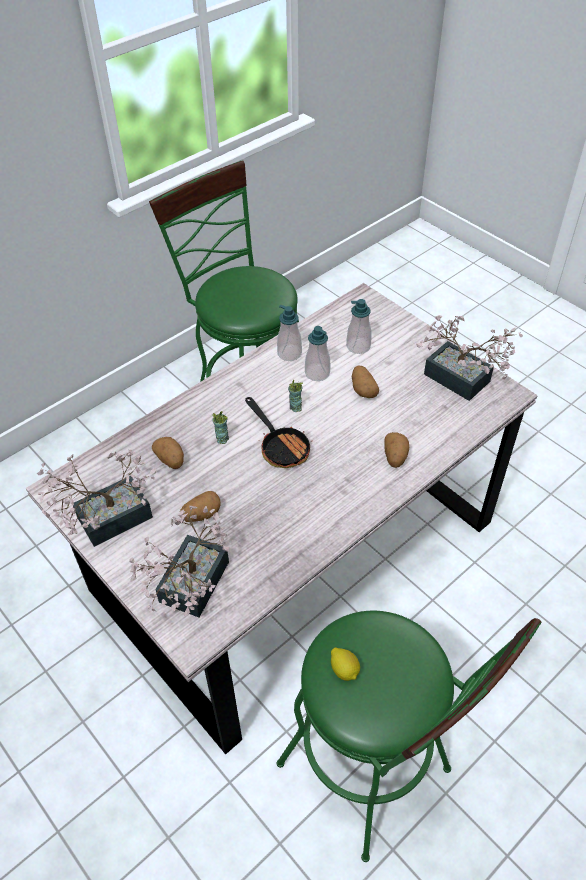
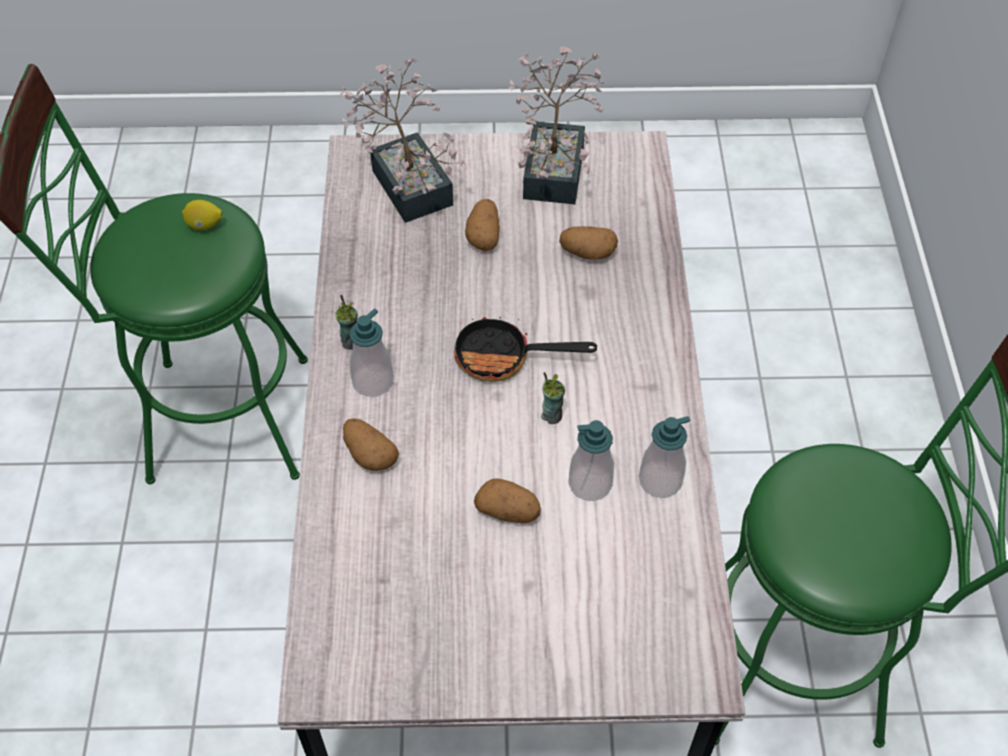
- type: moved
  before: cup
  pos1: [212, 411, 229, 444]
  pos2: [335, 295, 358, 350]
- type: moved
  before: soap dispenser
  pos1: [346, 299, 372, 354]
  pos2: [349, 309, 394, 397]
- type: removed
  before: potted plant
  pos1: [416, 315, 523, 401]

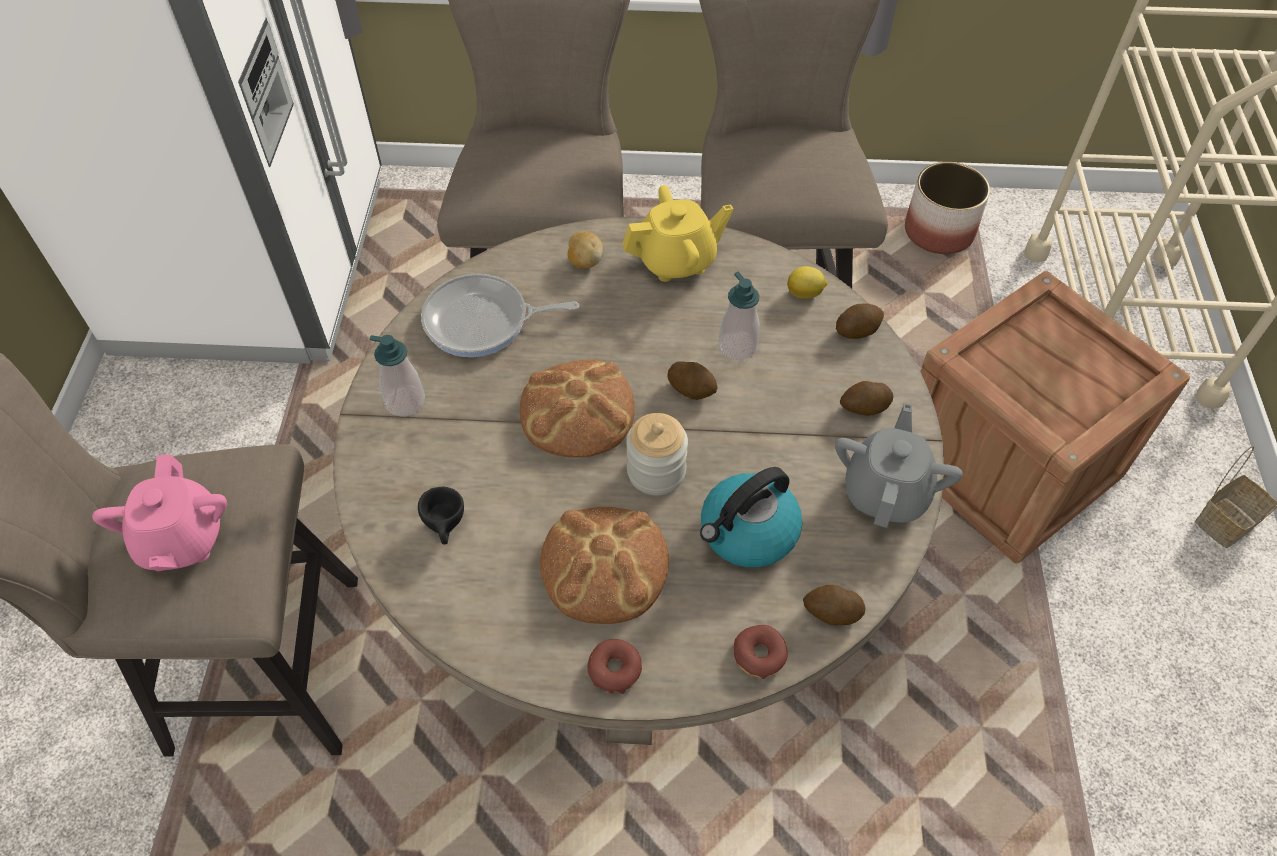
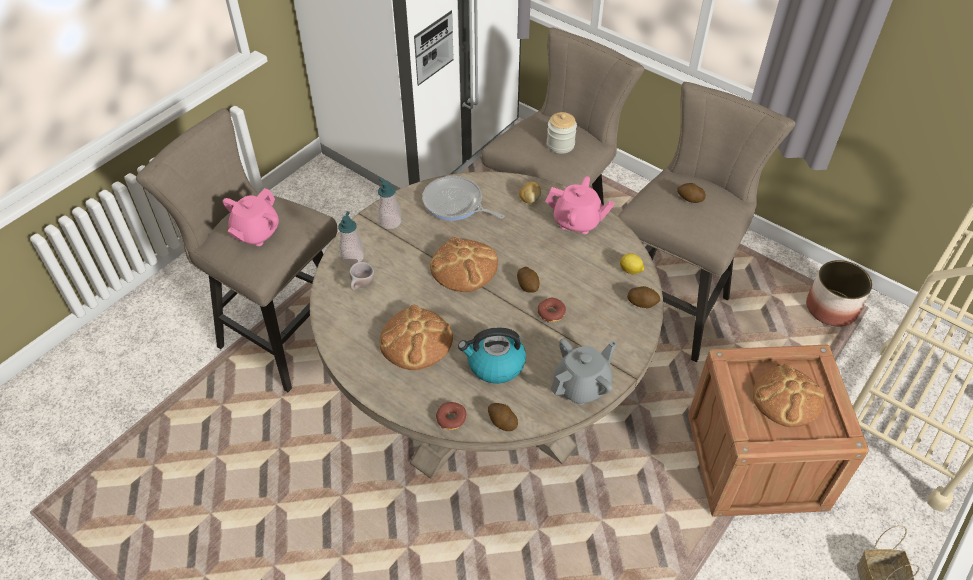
- type: moved
  before: soap dispenser
  pos1: [719, 271, 759, 360]
  pos2: [338, 211, 364, 265]
- type: recoloured
  before: black cup
  after: beige cup
  pos1: [418, 487, 464, 545]
  pos2: [349, 262, 374, 290]
- type: moved
  before: donut
  pos1: [588, 639, 642, 694]
  pos2: [538, 298, 566, 323]
- type: recoloured
  before: yellow teapot
  after: pink teapot
  pos1: [622, 185, 733, 282]
  pos2: [545, 176, 615, 234]
- type: moved
  before: jar
  pos1: [626, 413, 688, 495]
  pos2: [547, 112, 577, 154]
- type: moved
  before: potato
  pos1: [840, 381, 893, 416]
  pos2: [677, 183, 706, 203]
- type: added
  after: bread
  pos2: [753, 363, 825, 427]

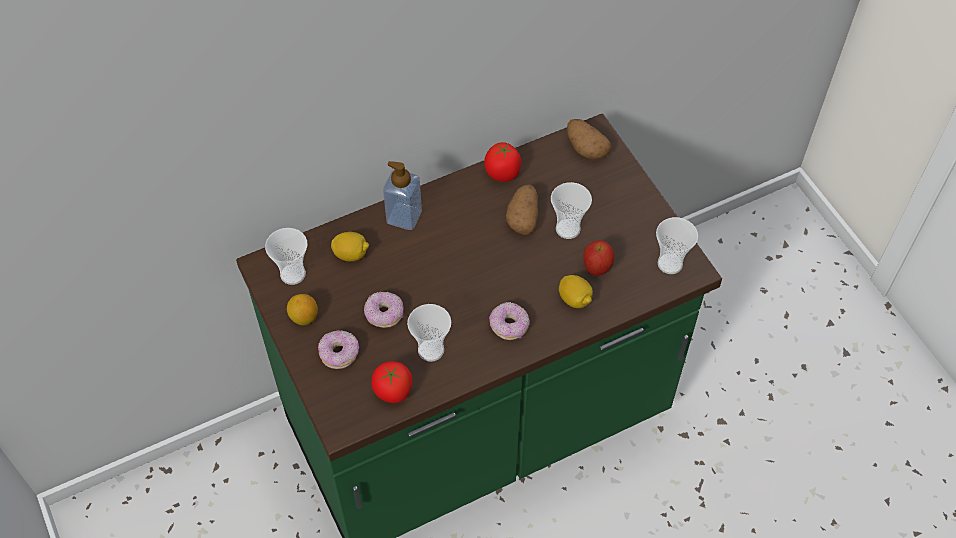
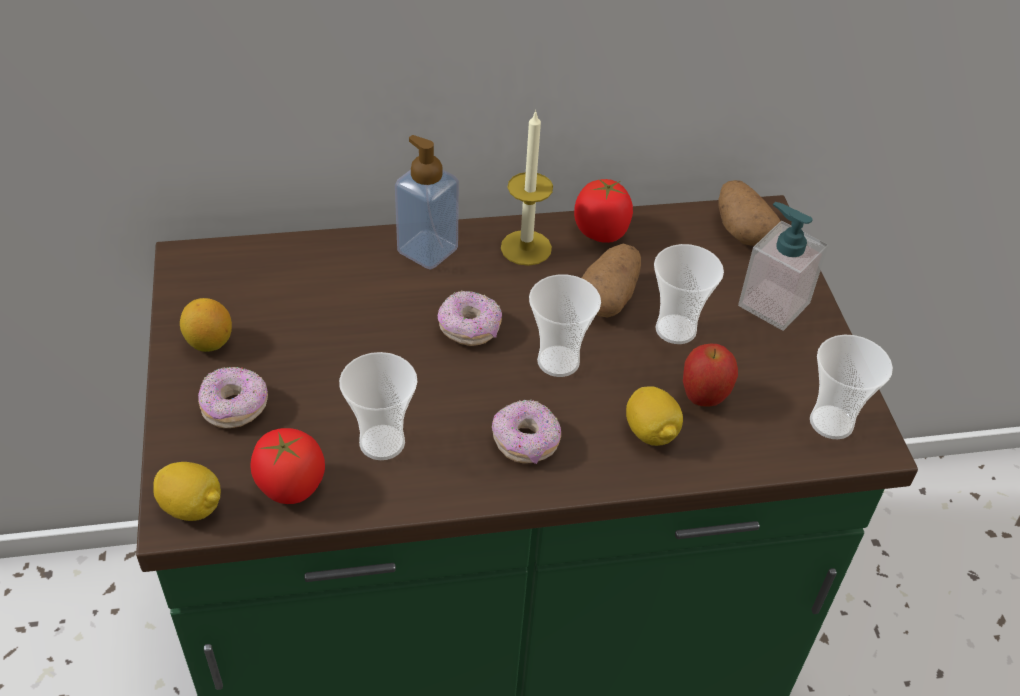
- type: moved
  before: lemon
  pos1: [331, 232, 369, 261]
  pos2: [153, 462, 221, 521]
- type: moved
  before: donut
  pos1: [364, 292, 404, 328]
  pos2: [438, 290, 502, 346]
- type: added
  after: candle
  pos2: [501, 110, 553, 266]
- type: moved
  before: cup
  pos1: [265, 228, 307, 285]
  pos2: [529, 275, 601, 377]
- type: added
  after: soap dispenser
  pos2: [738, 202, 828, 331]

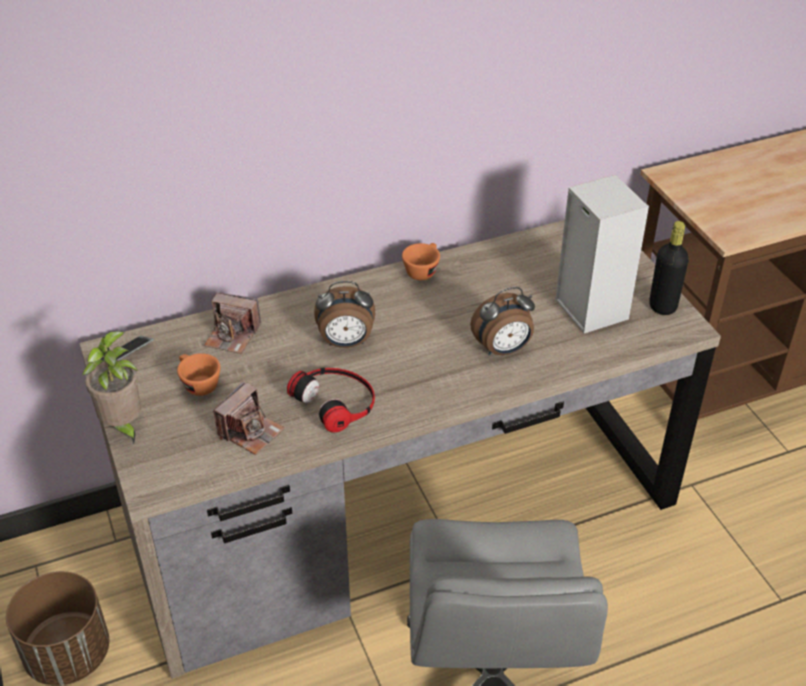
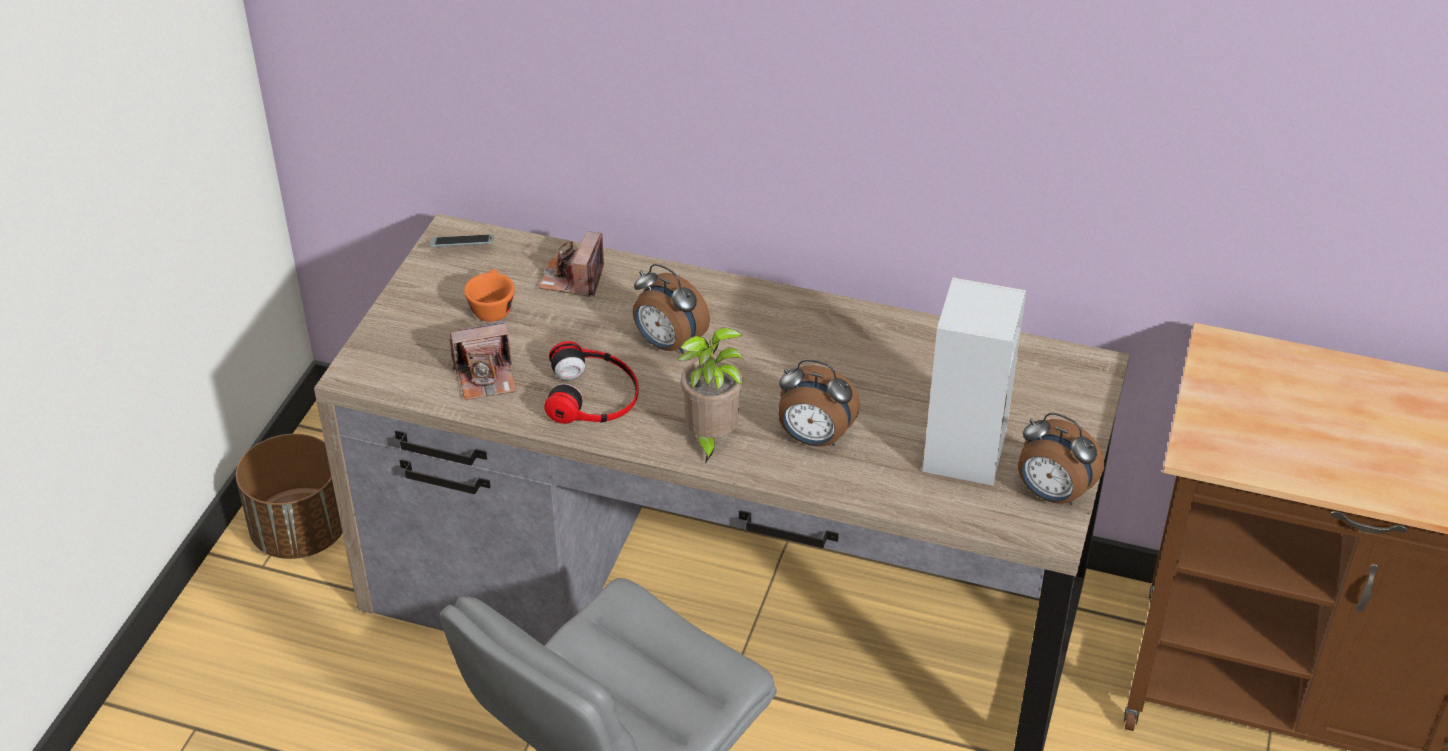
- type: turned
  before: photo camera
  pos1: [204, 293, 261, 354]
  pos2: [538, 231, 604, 297]
  turn: 45
- type: moved
  before: potted plant
  pos1: [82, 331, 141, 444]
  pos2: [677, 328, 744, 464]
- type: replaced
  before: black bottle
  after: alarm clock
  pos1: [649, 221, 689, 315]
  pos2: [1018, 413, 1105, 505]
- type: removed
  before: orange cup
  pos1: [402, 243, 440, 280]

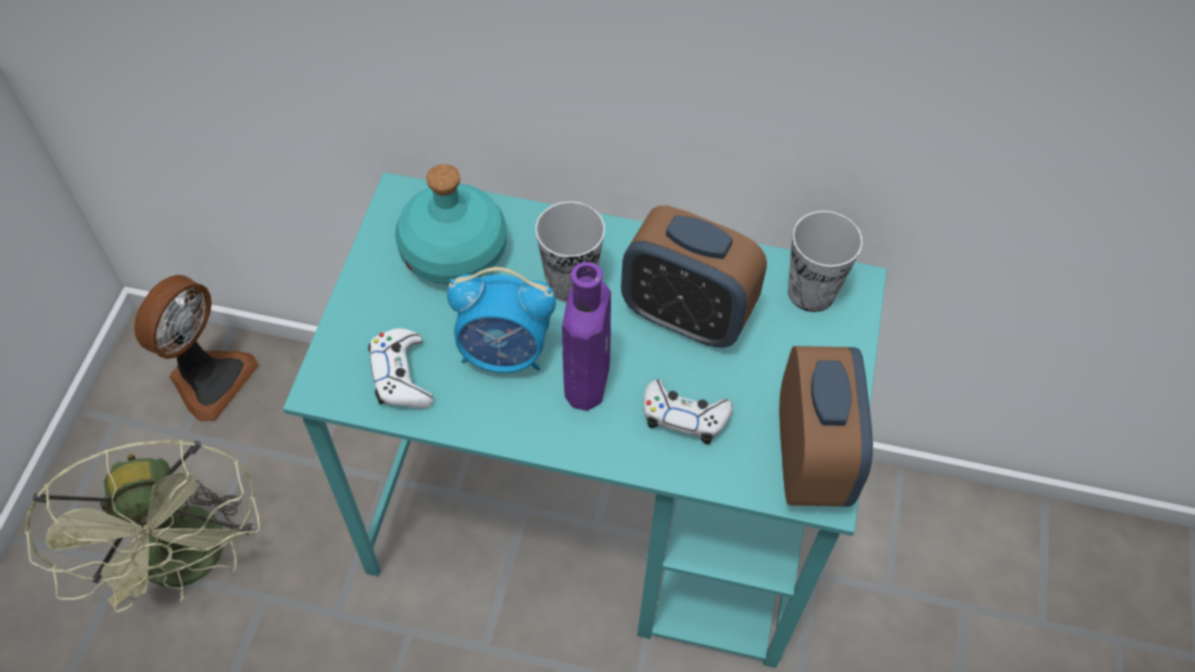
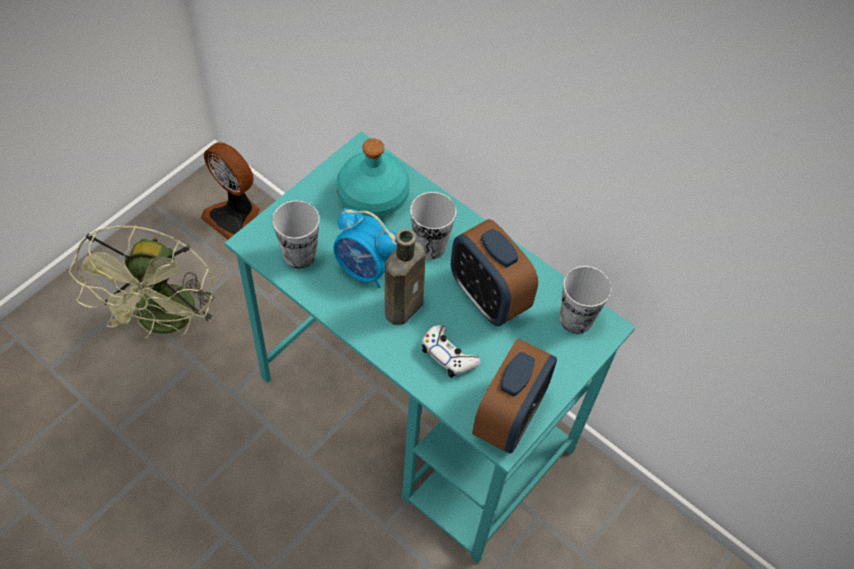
- type: turned
  before: fan
  pos1: [134, 275, 259, 422]
  pos2: [201, 142, 260, 240]
  turn: 75
- type: replaced
  before: white game controller
  after: cup
  pos1: [368, 328, 433, 409]
  pos2: [272, 201, 320, 269]
- type: recoloured
  before: purple bottle
  after: brown bottle
  pos1: [562, 262, 611, 411]
  pos2: [385, 229, 426, 325]

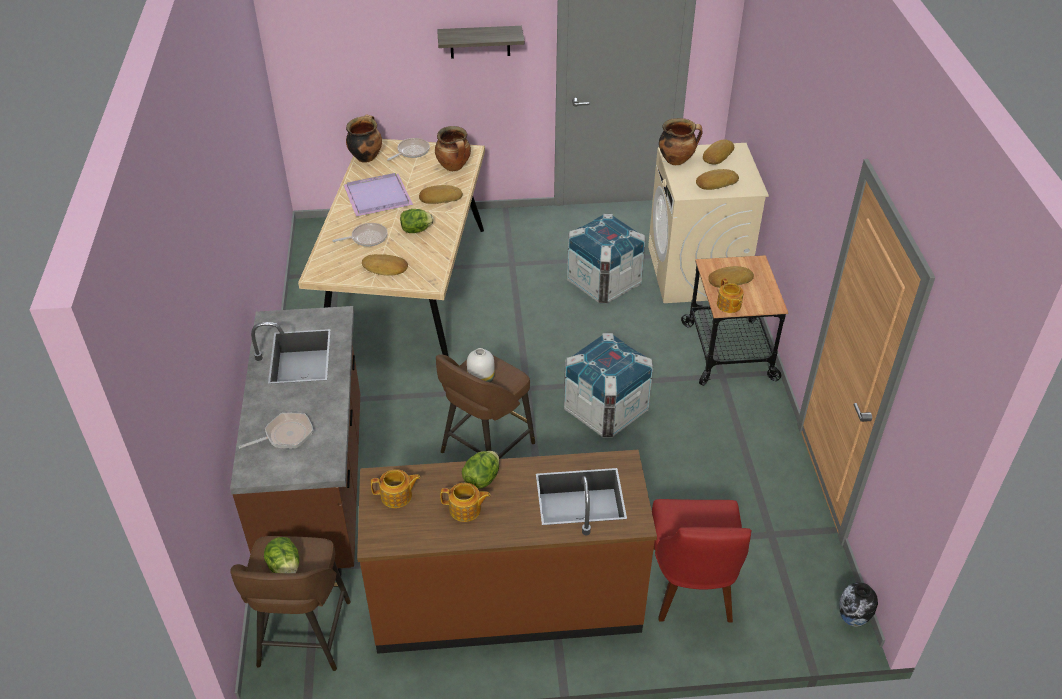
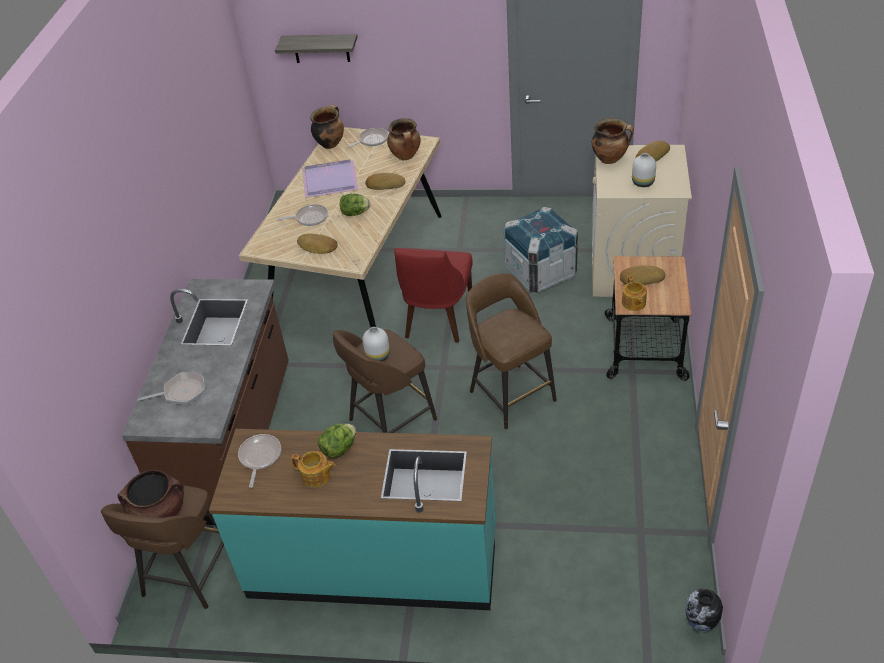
- type: replaced
  before: lettuce
  after: brown cooking pot
  pos1: [264, 537, 299, 573]
  pos2: [117, 470, 184, 518]
- type: recoloured
  before: brown counter
  after: turquoise counter
  pos1: [357, 450, 657, 654]
  pos2: [209, 429, 496, 610]
- type: replaced
  before: teapot
  after: frying pan
  pos1: [371, 469, 421, 508]
  pos2: [238, 434, 281, 488]
- type: moved
  before: shelf
  pos1: [437, 26, 524, 59]
  pos2: [275, 34, 357, 63]
- type: moved
  before: red chair
  pos1: [652, 499, 752, 622]
  pos2: [394, 248, 473, 343]
- type: replaced
  before: crate
  after: brown stool
  pos1: [564, 333, 653, 438]
  pos2: [466, 273, 557, 429]
- type: replaced
  before: bread
  after: white vase
  pos1: [696, 169, 739, 190]
  pos2: [632, 153, 656, 187]

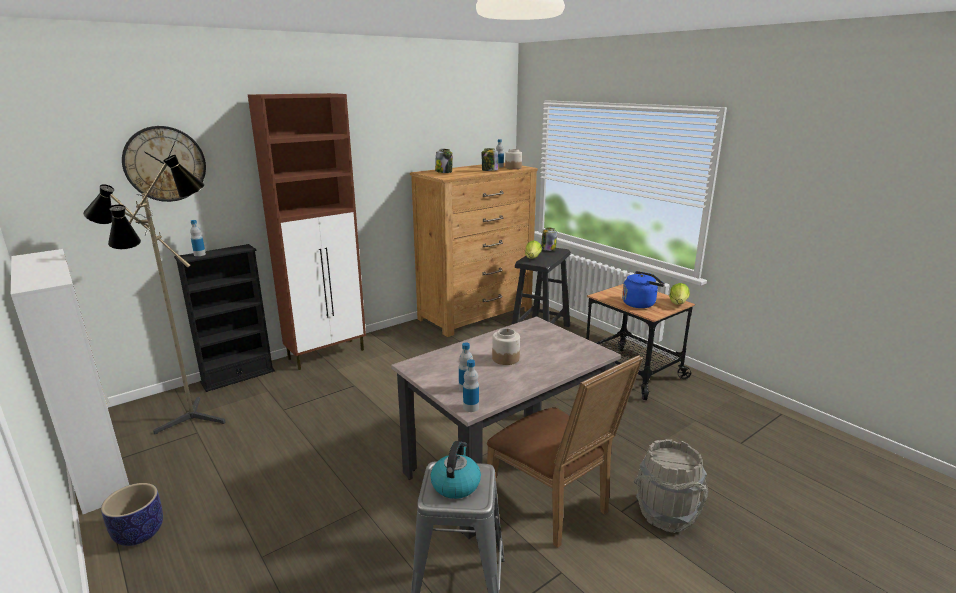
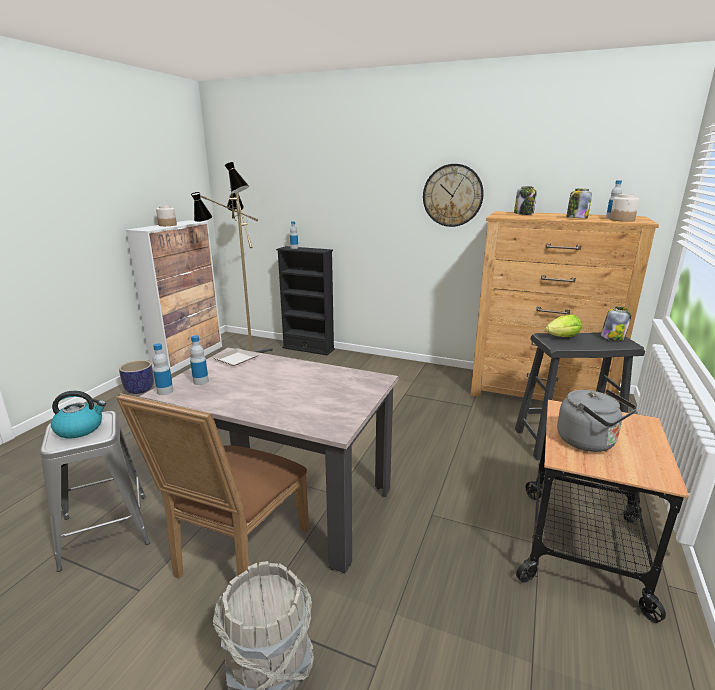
- type: moved
  before: jar
  pos1: [492, 328, 520, 365]
  pos2: [156, 205, 177, 226]
- type: added
  after: plate
  pos2: [213, 348, 259, 366]
- type: moved
  before: wall clock
  pos1: [122, 126, 206, 202]
  pos2: [423, 164, 484, 227]
- type: recoloured
  before: blue kettle
  after: grey kettle
  pos1: [622, 271, 665, 308]
  pos2: [557, 389, 637, 452]
- type: removed
  before: brown cabinet
  pos1: [248, 93, 366, 370]
- type: removed
  before: lettuce
  pos1: [669, 283, 690, 305]

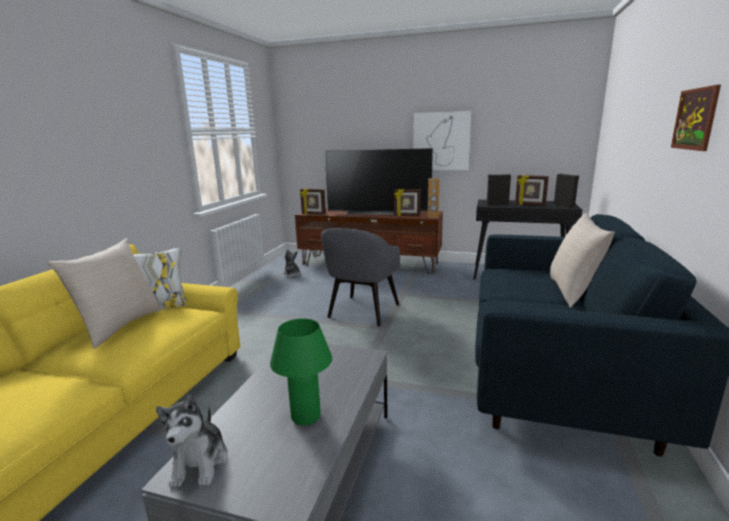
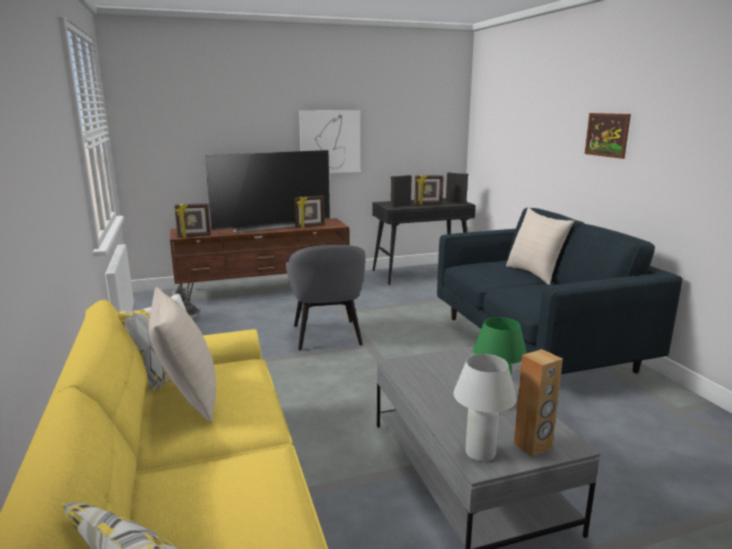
- type: replaced
  before: plush toy
  after: white table lamp
  pos1: [156, 395, 228, 488]
  pos2: [453, 354, 517, 462]
- type: moved
  before: brown speaker
  pos1: [427, 178, 440, 218]
  pos2: [514, 349, 563, 457]

